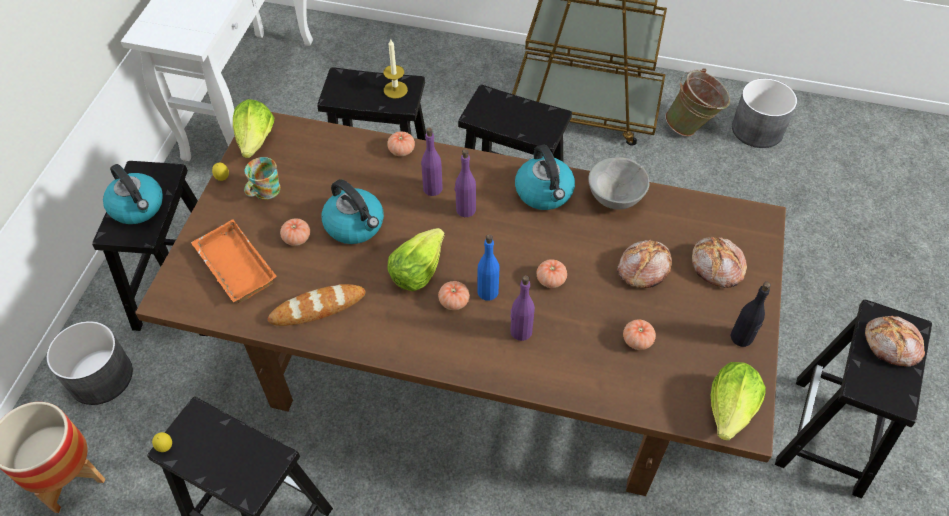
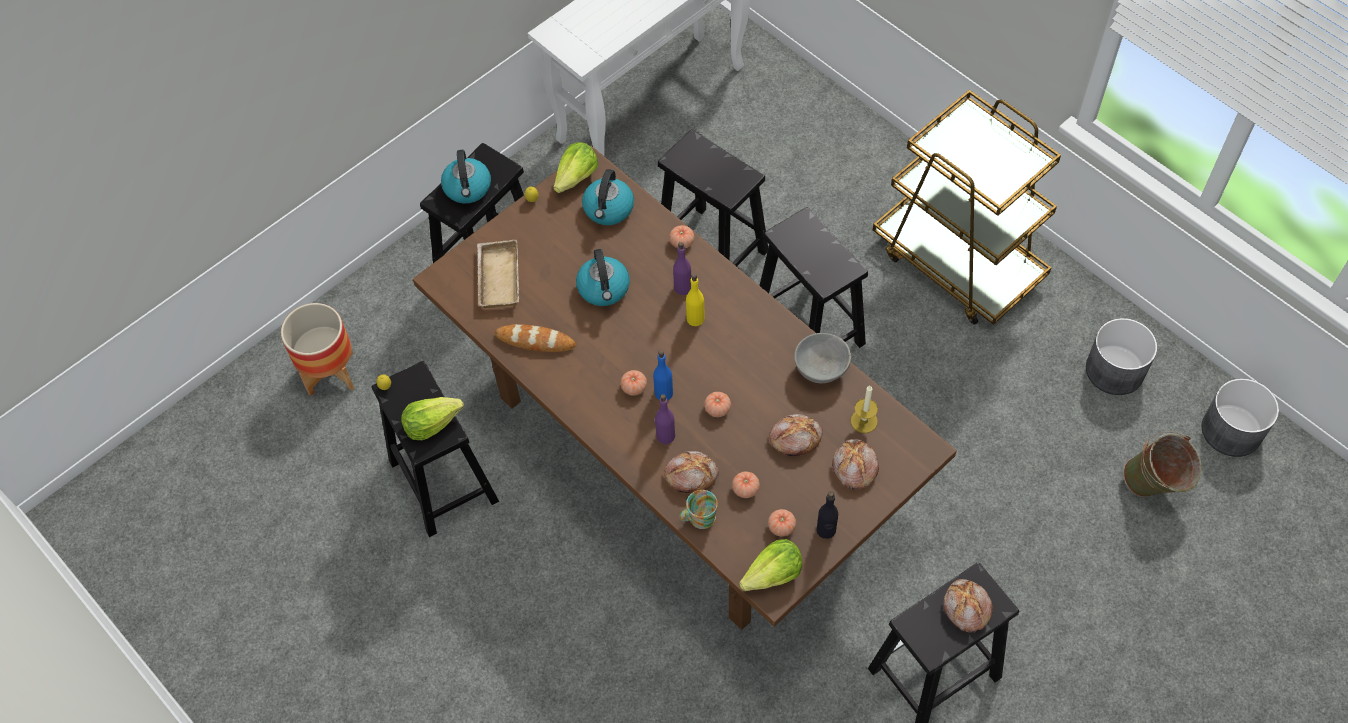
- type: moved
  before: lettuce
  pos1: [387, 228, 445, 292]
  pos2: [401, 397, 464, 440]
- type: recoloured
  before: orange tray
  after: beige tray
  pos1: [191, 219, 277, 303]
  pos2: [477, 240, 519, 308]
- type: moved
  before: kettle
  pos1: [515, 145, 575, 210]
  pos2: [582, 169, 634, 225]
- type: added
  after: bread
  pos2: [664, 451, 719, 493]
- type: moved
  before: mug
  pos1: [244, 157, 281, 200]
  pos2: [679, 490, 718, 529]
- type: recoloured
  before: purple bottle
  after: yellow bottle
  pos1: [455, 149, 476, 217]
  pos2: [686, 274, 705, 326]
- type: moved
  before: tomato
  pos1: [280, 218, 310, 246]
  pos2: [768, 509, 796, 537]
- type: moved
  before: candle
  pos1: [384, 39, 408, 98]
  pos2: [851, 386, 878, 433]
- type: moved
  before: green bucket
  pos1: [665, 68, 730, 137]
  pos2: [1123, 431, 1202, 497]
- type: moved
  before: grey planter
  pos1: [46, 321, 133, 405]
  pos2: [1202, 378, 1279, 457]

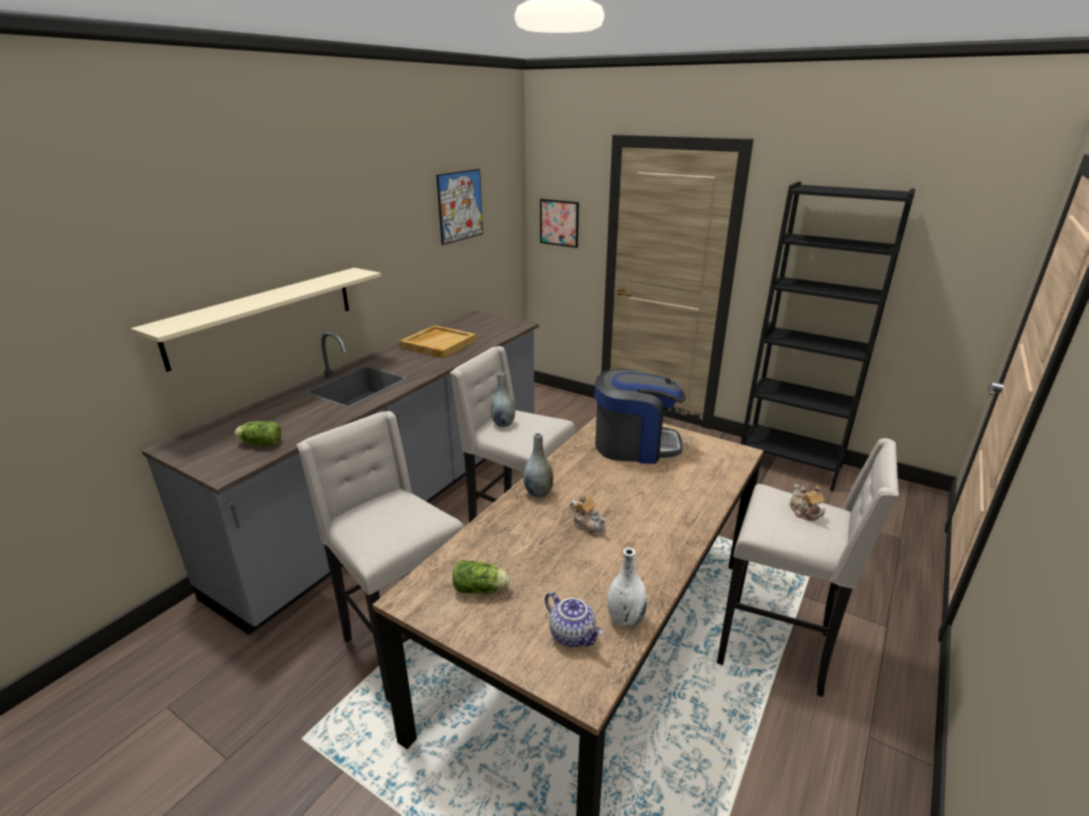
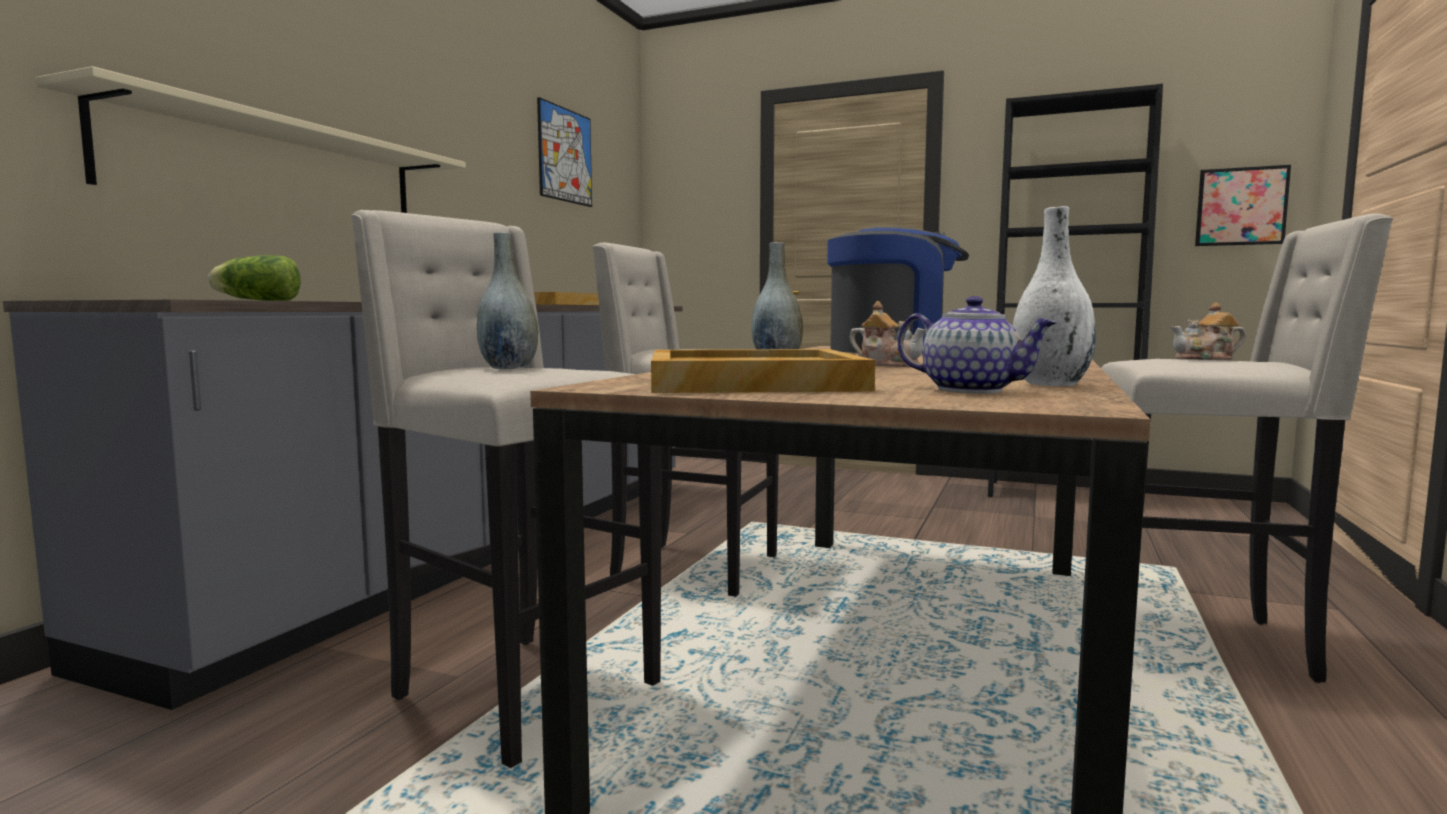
- type: moved
  before: grey vase
  pos1: [491, 372, 515, 427]
  pos2: [477, 232, 538, 369]
- type: replaced
  before: lettuce
  after: beige tray
  pos1: [453, 560, 510, 594]
  pos2: [651, 349, 875, 393]
- type: turned
  before: teapot
  pos1: [790, 484, 825, 521]
  pos2: [1171, 303, 1246, 360]
  turn: -60
- type: moved
  before: picture
  pos1: [540, 199, 579, 248]
  pos2: [1195, 165, 1291, 246]

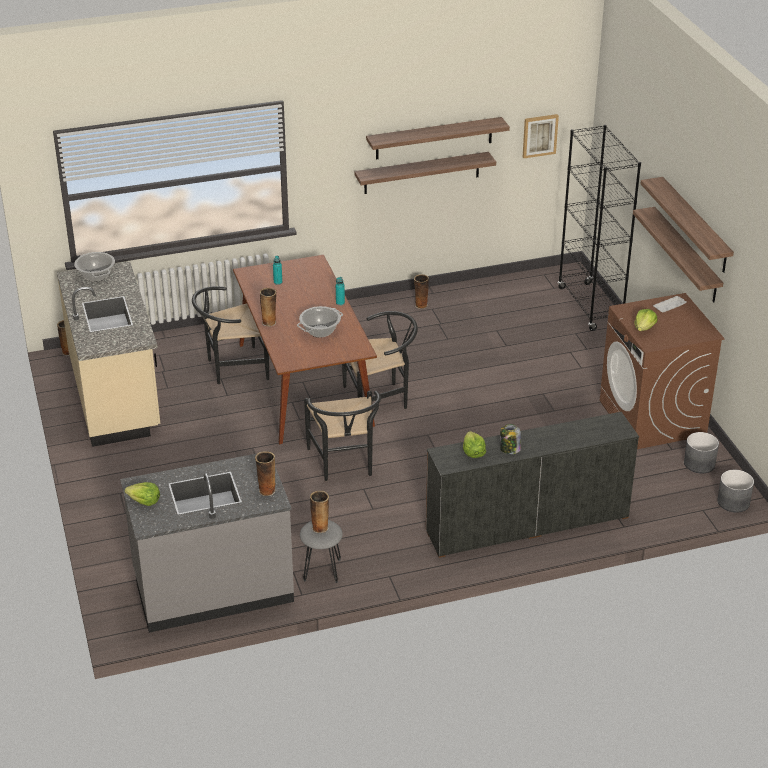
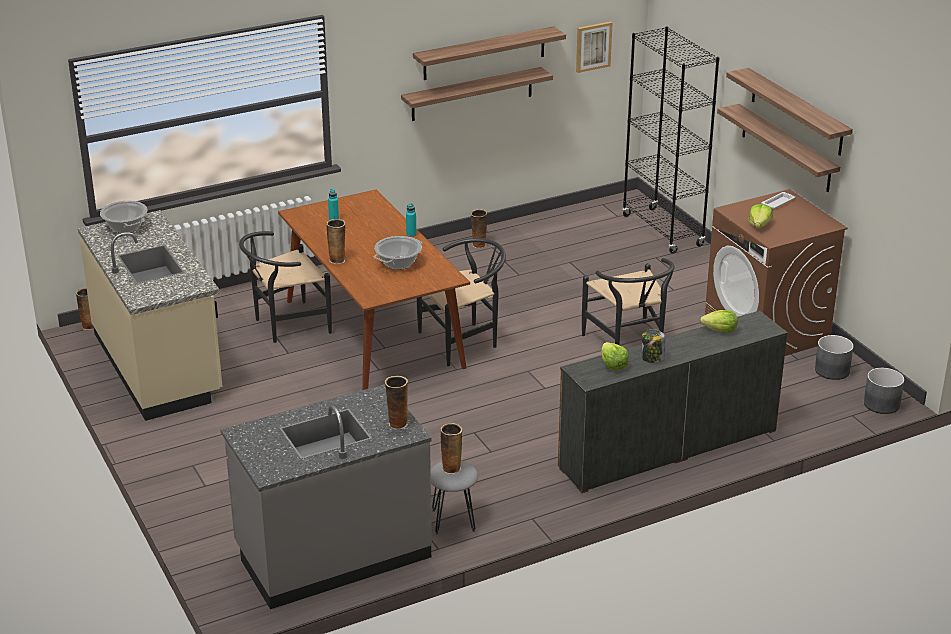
- type: moved
  before: black chair
  pos1: [304, 391, 381, 481]
  pos2: [582, 258, 675, 345]
- type: moved
  before: lettuce
  pos1: [125, 482, 160, 506]
  pos2: [700, 310, 738, 333]

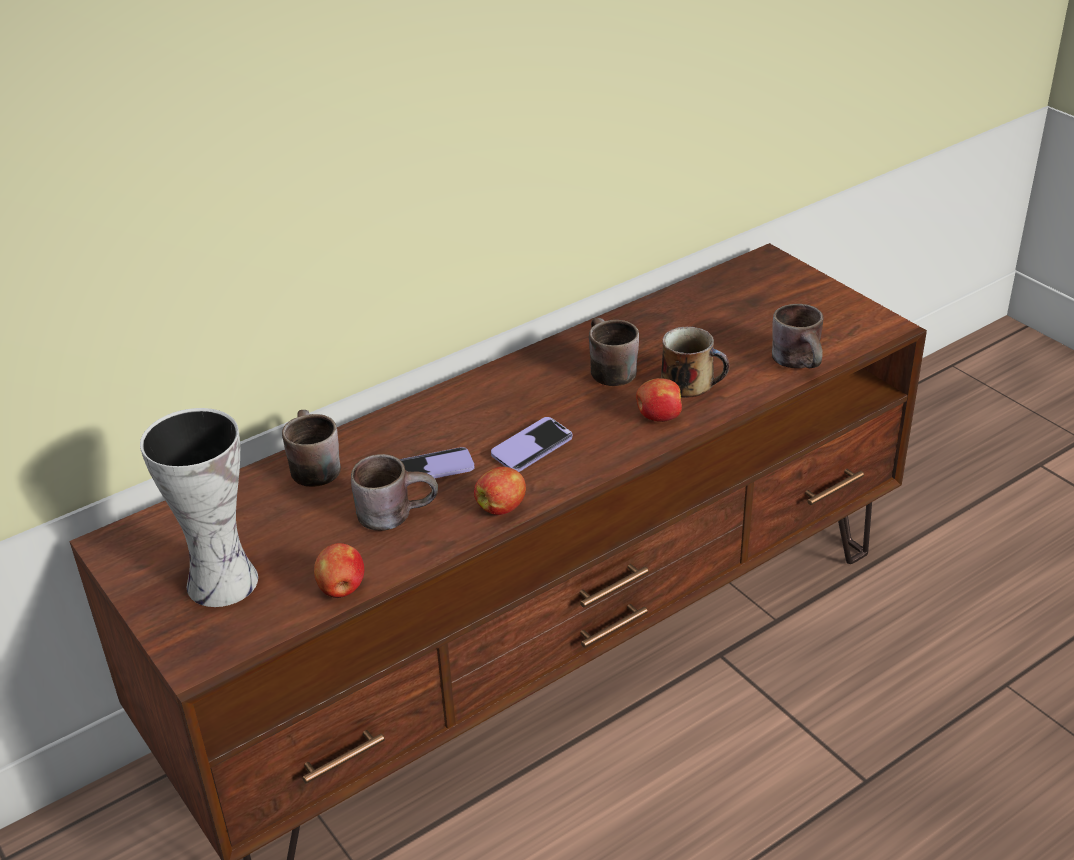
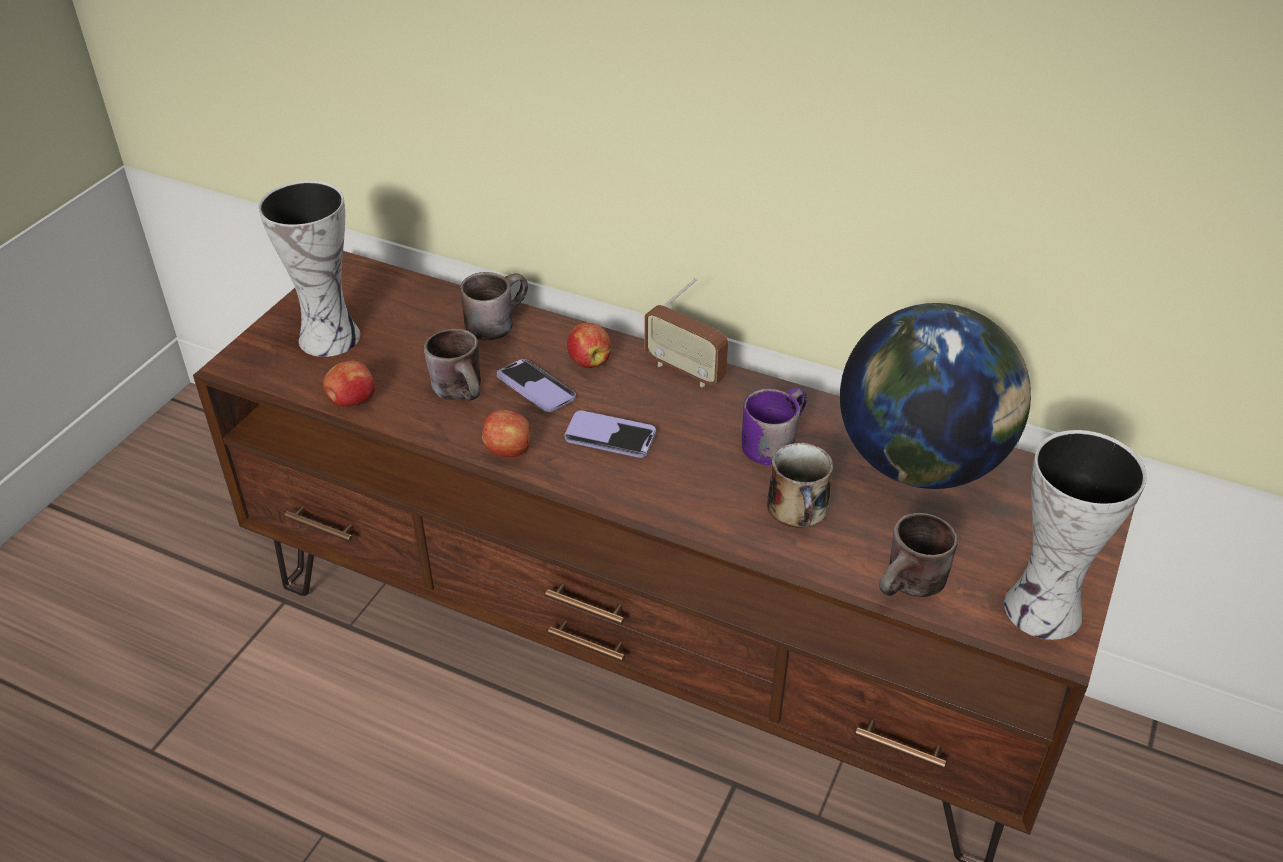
- type: moved
  before: apple
  pos1: [636, 378, 682, 422]
  pos2: [567, 322, 611, 368]
- type: added
  after: radio
  pos2: [644, 278, 728, 387]
- type: recoloured
  before: brown mug
  after: purple mug
  pos1: [589, 318, 639, 386]
  pos2: [742, 387, 807, 465]
- type: added
  after: globe
  pos2: [840, 303, 1031, 489]
- type: added
  after: vase
  pos2: [1004, 430, 1147, 640]

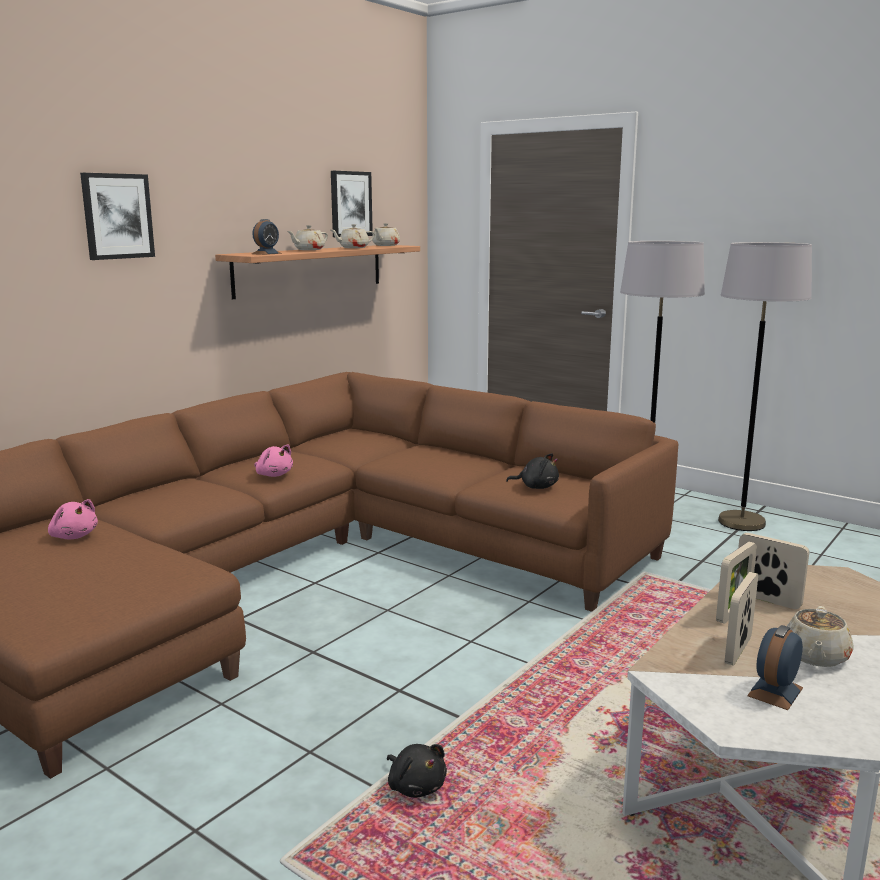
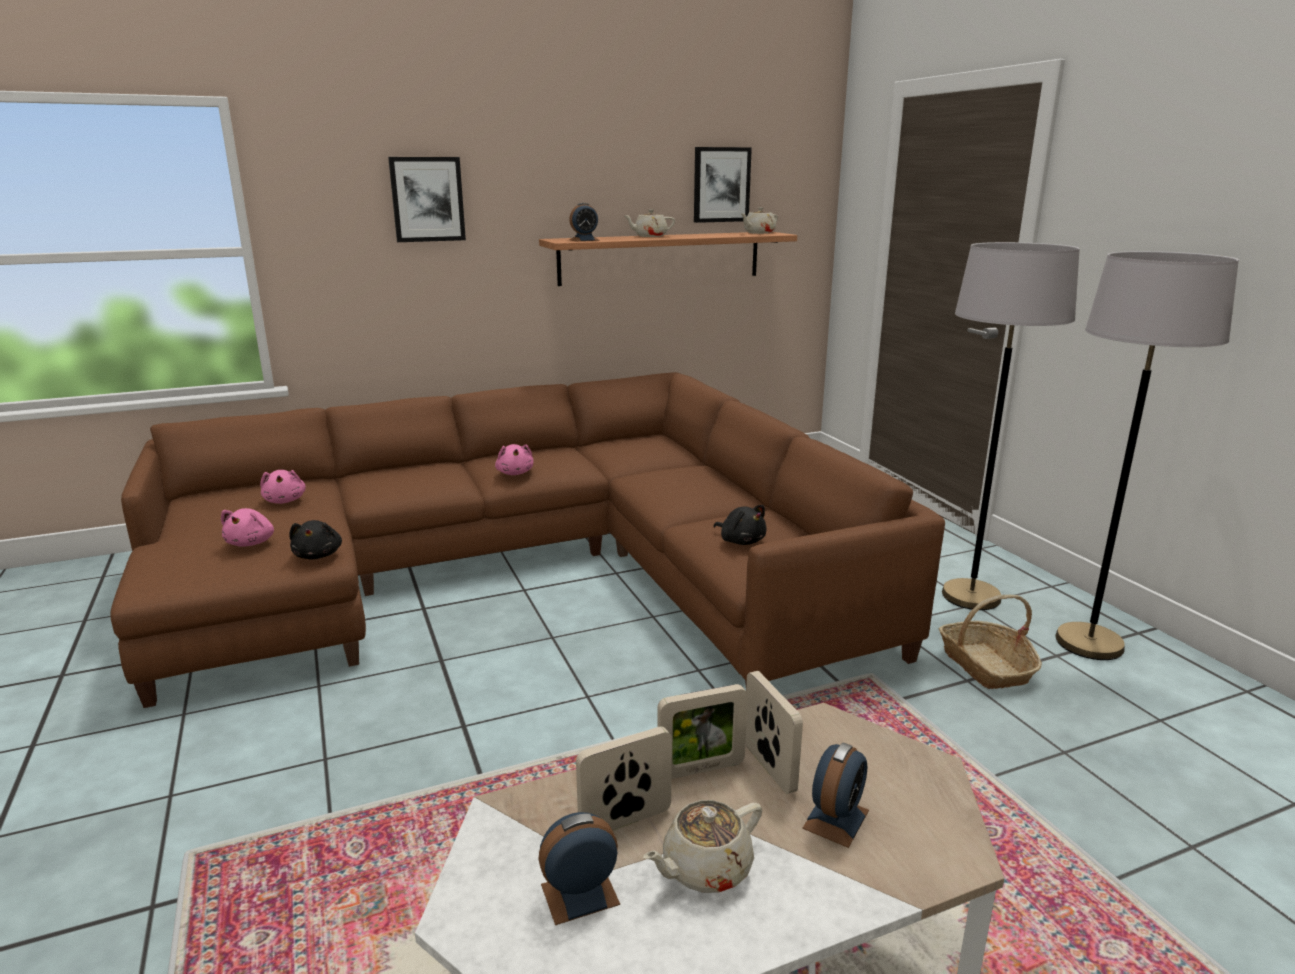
- type: added
  after: pink plush toy
  pos2: [221, 508, 274, 547]
- type: moved
  before: black plush toy
  pos1: [387, 744, 447, 798]
  pos2: [289, 520, 342, 560]
- type: added
  after: alarm clock
  pos2: [802, 743, 869, 848]
- type: added
  after: basket
  pos2: [938, 595, 1042, 689]
- type: removed
  before: beige teapot
  pos1: [331, 224, 375, 248]

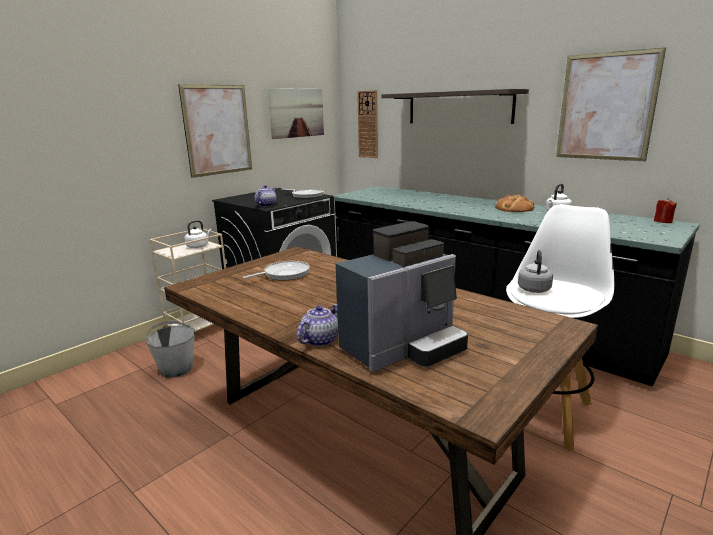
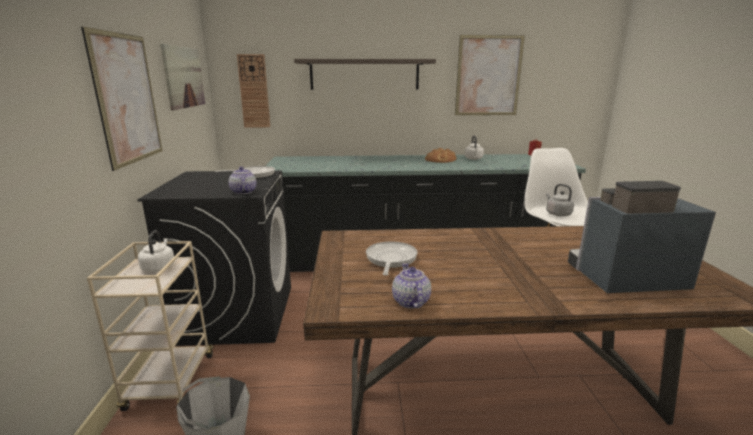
- type: moved
  before: teapot
  pos1: [297, 304, 338, 347]
  pos2: [392, 263, 431, 309]
- type: turned
  before: coffee machine
  pos1: [336, 221, 468, 372]
  pos2: [568, 181, 716, 293]
  turn: -105

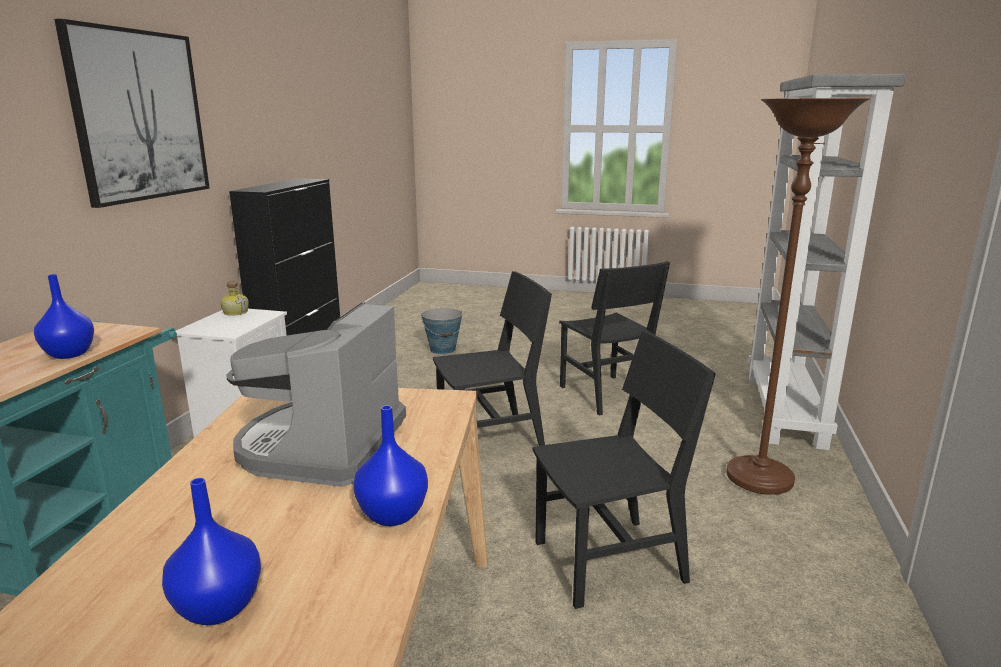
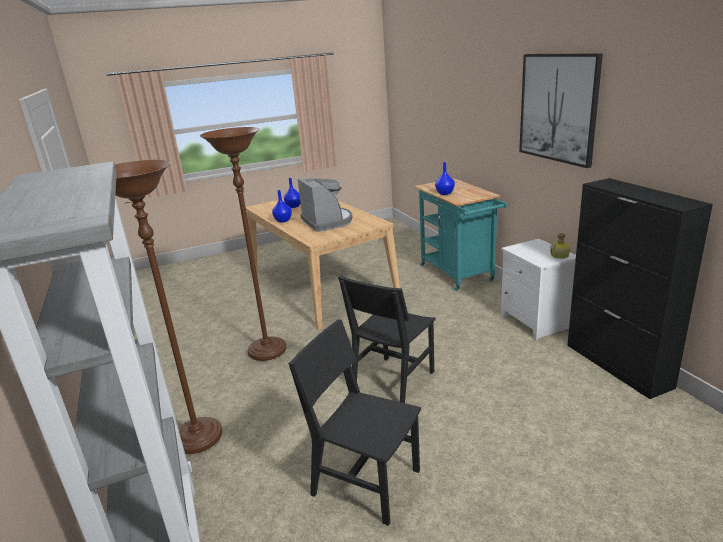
- type: replaced
  before: black chair
  after: brown floor lamp
  pos1: [532, 331, 716, 609]
  pos2: [200, 127, 287, 361]
- type: removed
  before: bucket
  pos1: [421, 308, 464, 354]

